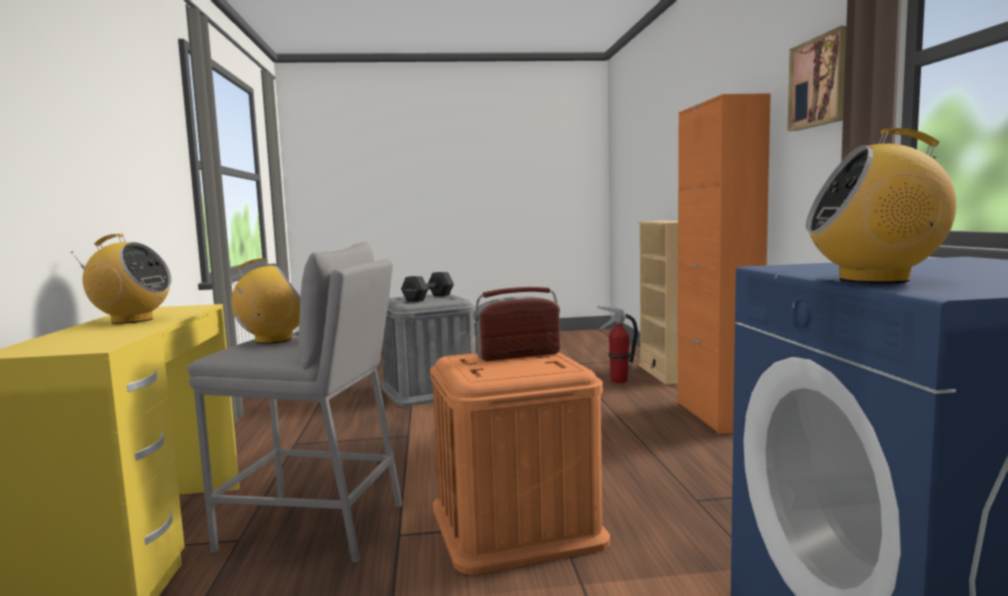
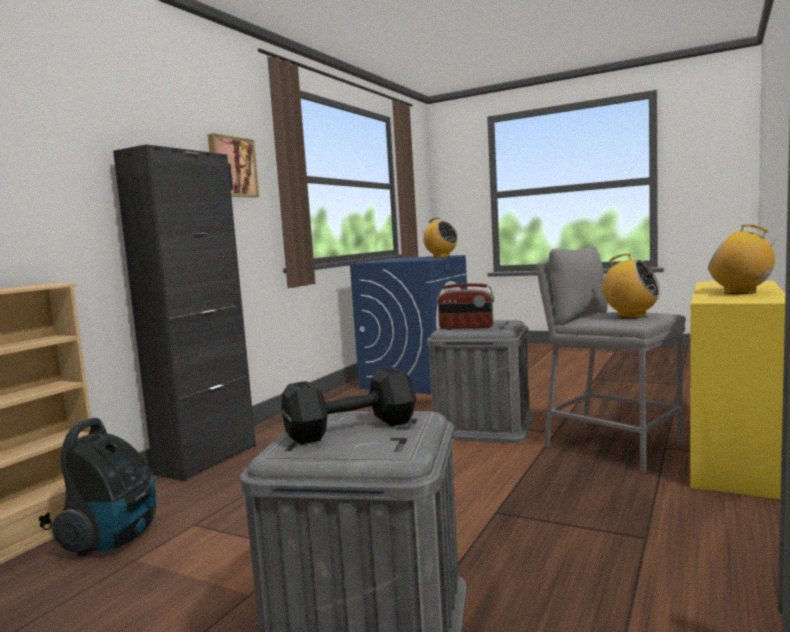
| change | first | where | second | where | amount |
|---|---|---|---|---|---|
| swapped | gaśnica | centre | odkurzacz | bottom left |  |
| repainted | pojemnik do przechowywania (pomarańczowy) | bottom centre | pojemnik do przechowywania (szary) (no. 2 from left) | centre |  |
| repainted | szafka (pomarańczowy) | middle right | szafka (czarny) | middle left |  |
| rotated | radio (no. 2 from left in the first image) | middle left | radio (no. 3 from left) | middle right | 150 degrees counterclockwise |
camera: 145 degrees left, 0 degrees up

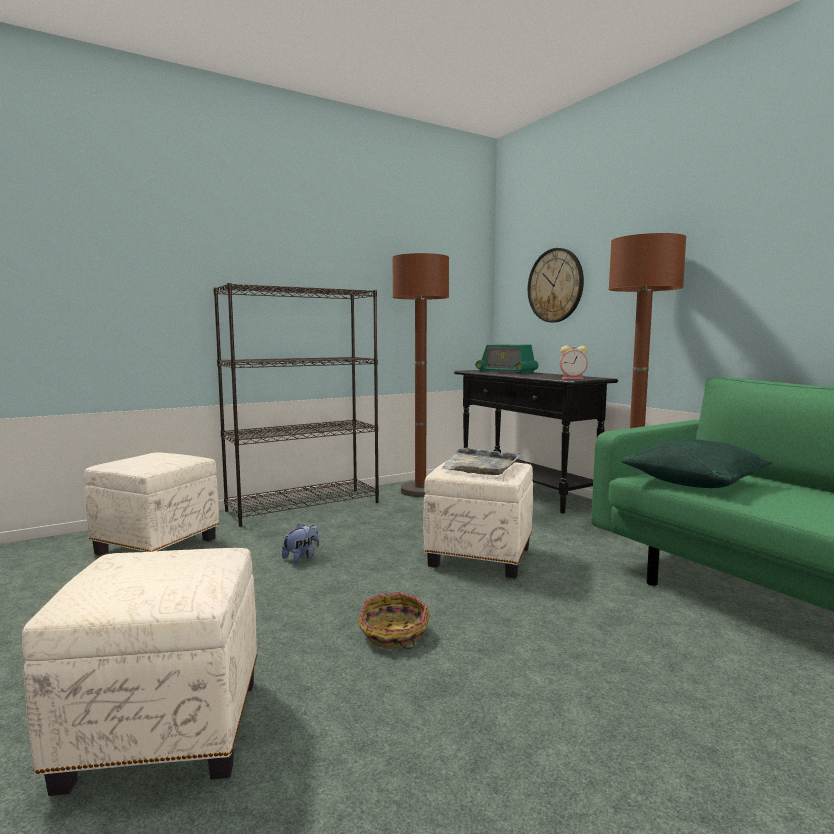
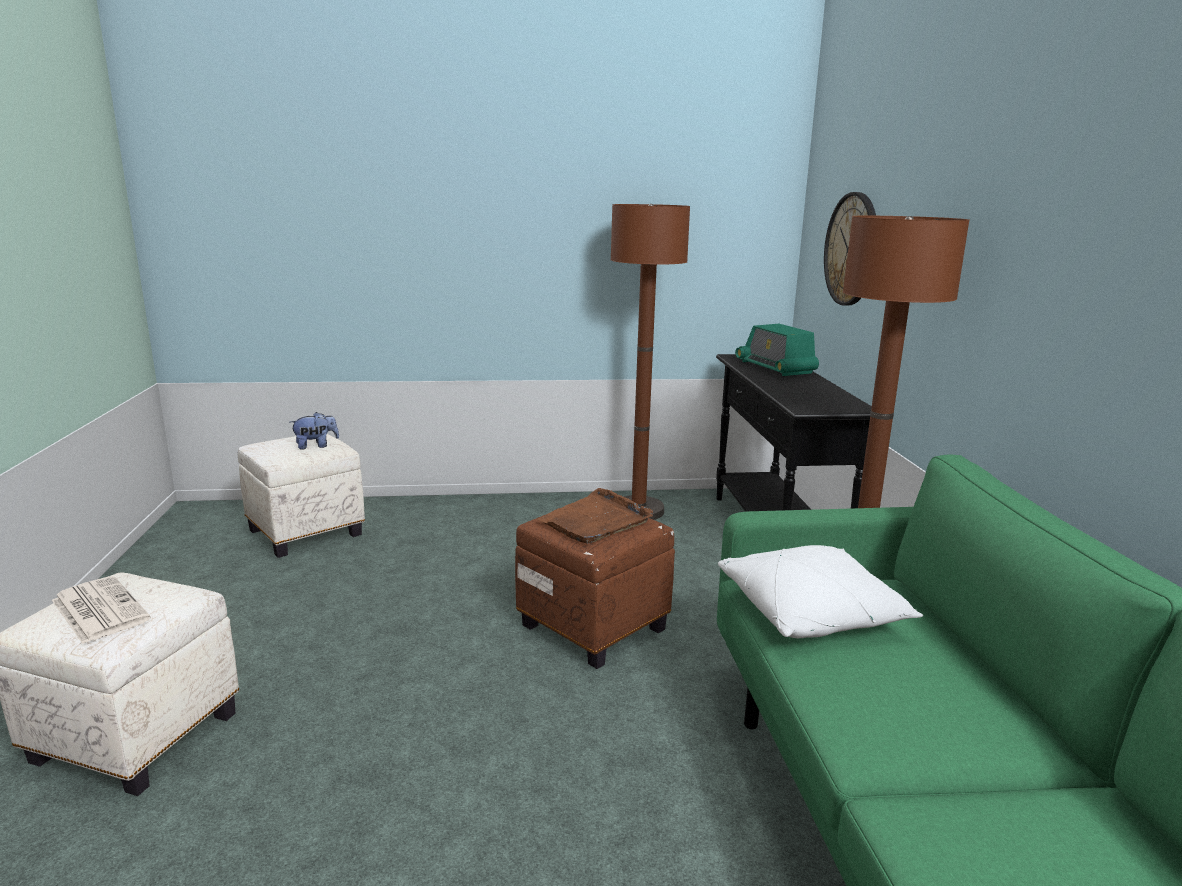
| change | first | where | second | where | amount |
|---|---|---|---|---|---|
| gone | regał (czarny) | centre |  |  |  |
| gone | koszyk | bottom centre |  |  |  |
| gone | budzik | middle right |  |  |  |
| new |  |  | gazeta | bottom left |  |
| shifted | pluszak | centre |  | middle left |  |
| repainted | pufa (biały) (no. 3 from left) | centre | pufa (brązowy) | bottom centre |  |
| repainted | taca (szary) | centre | taca (brązowy) | centre |  |
| repainted | poduszka (zielony) | middle right | poduszka (biały) | bottom right |  |
camera: 25 degrees right, 10 degrees up

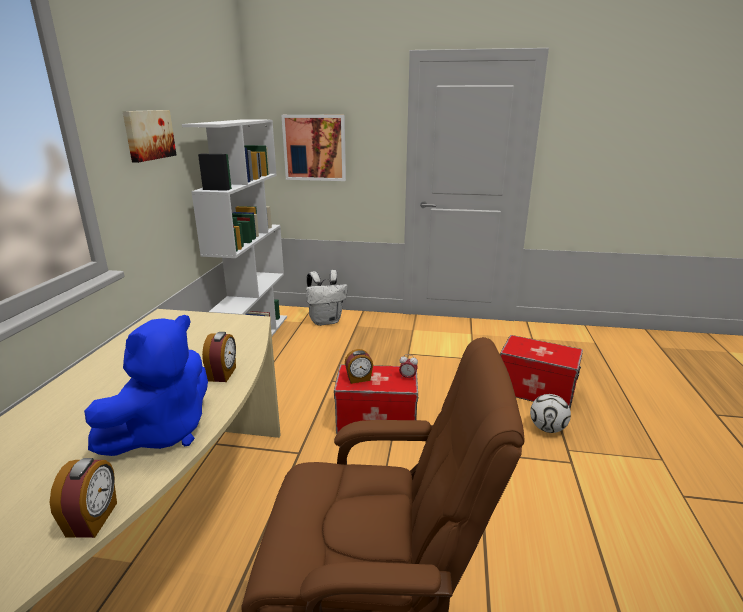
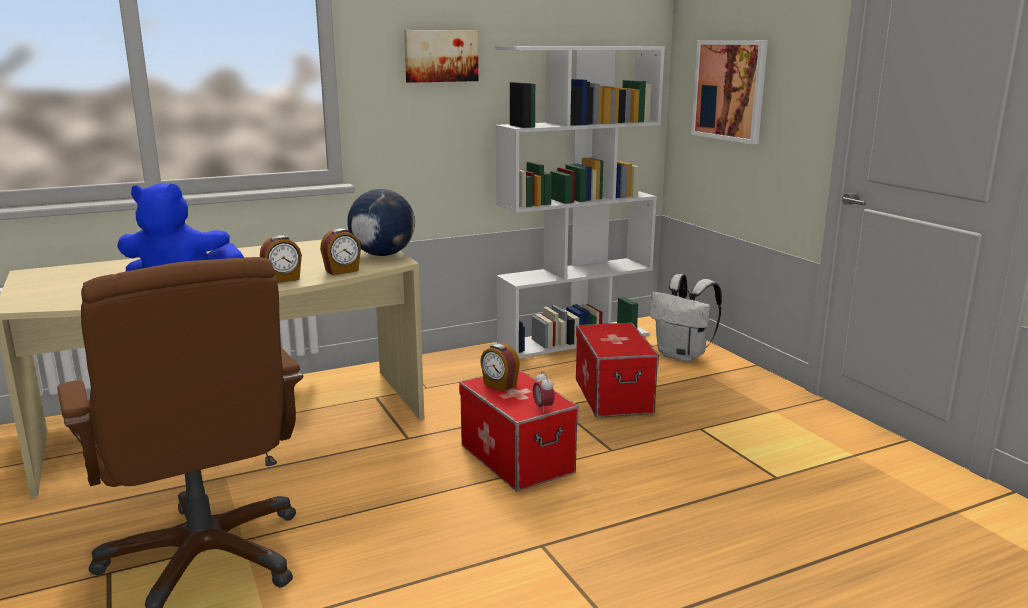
| change | first | where | second | where | amount |
|---|---|---|---|---|---|
| gone | piłka futbolowa | bottom right |  |  |  |
| new |  |  | globus | centre |  |
| shifted | budzik (no. 1 from left in the first image) | bottom left | budzik (no. 2 from left) | middle left |  |
| shifted | pojemnik do przechowywania (no. 2 from left) | middle right |  | centre |  |
camera: 55 degrees right, 5 degrees down

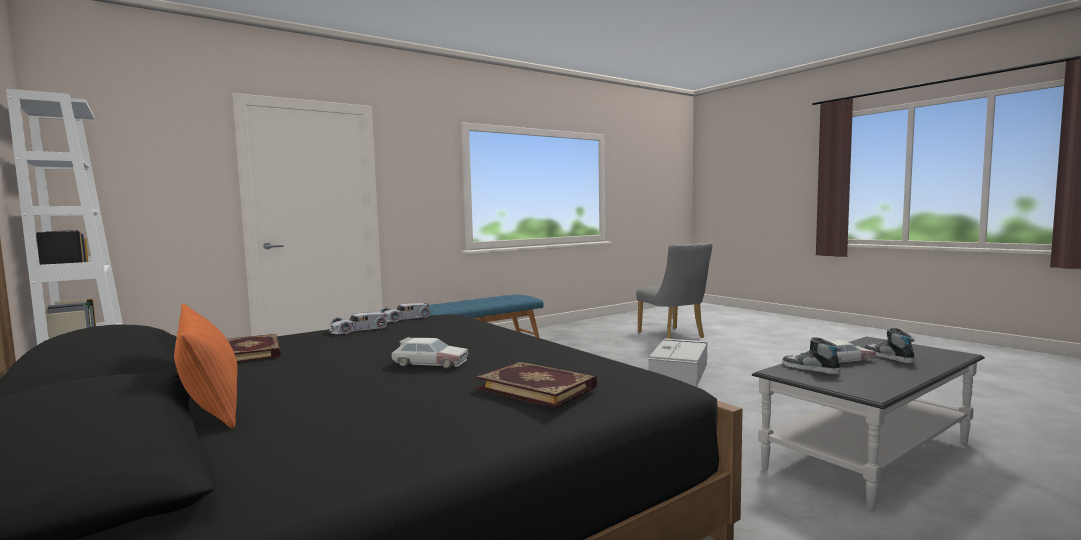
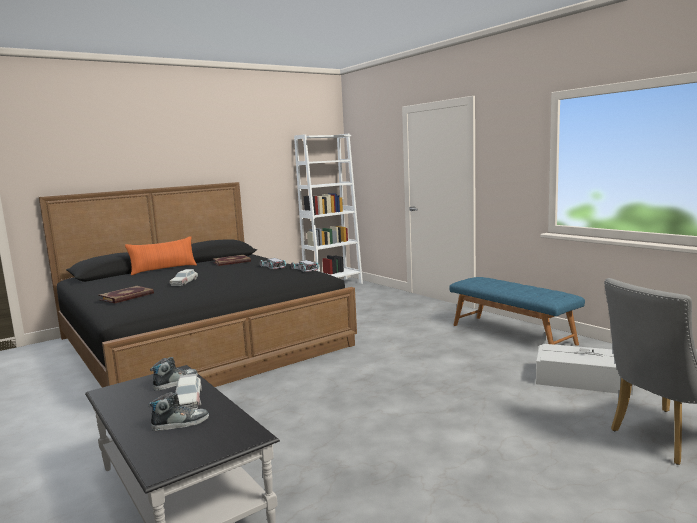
| change | first | where | second | where | amount |
|---|---|---|---|---|---|
| shifted | pojemnik do przechowywania (szary) | bottom centre |  | bottom right |  |
camera: 90 degrees right, 5 degrees up

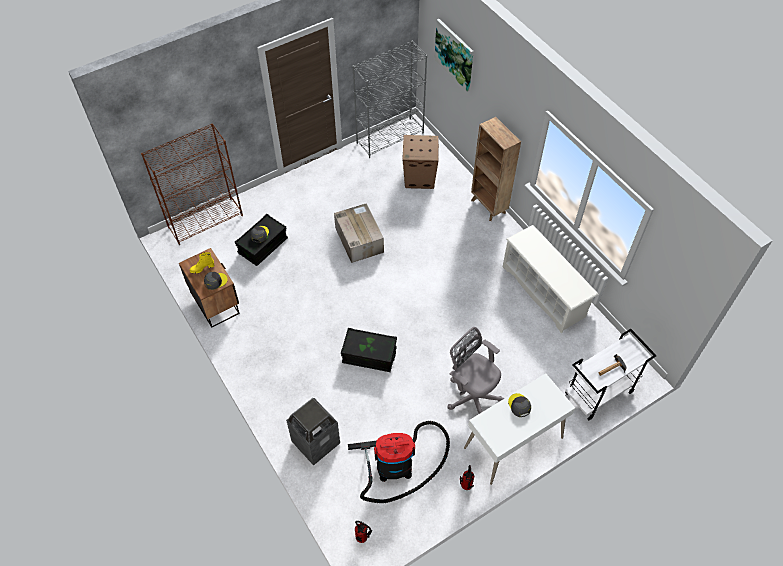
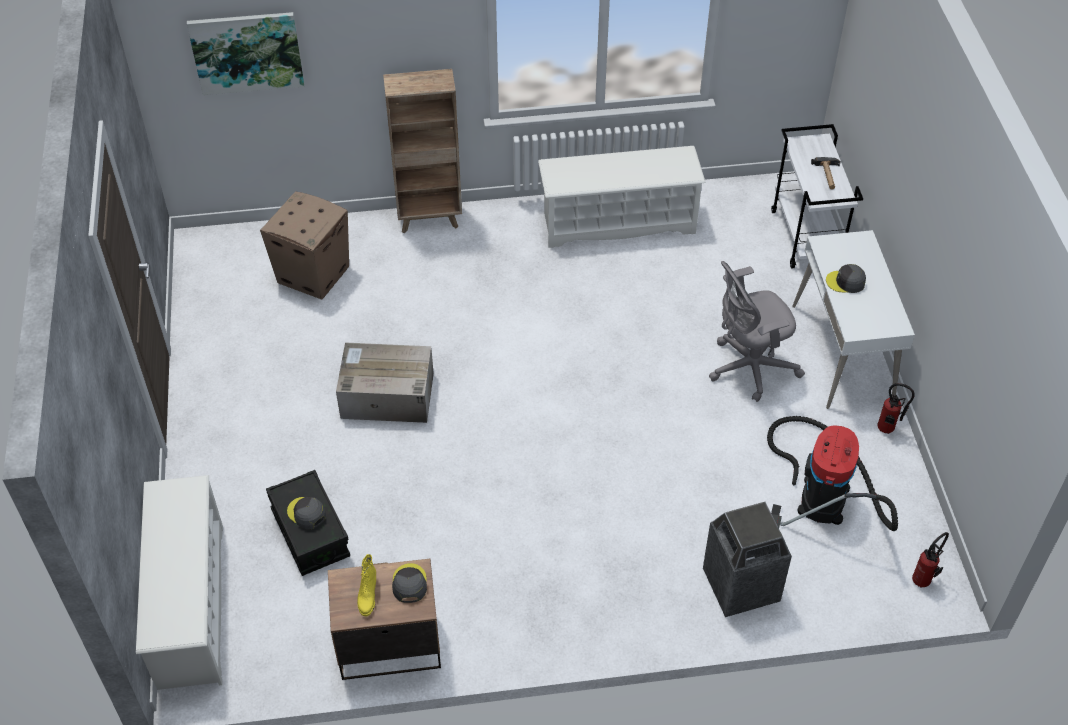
| change | first | where | second | where | amount |
|---|---|---|---|---|---|
| gone | pojemnik do przechowywania (czarny) (no. 2 from left) | centre |  |  |  |
| gone | regał (szary) | top centre |  |  |  |
| swapped | regał (brązowy) (no. 1 from left) | top left | regał na buty (biały) (no. 1 from left) | bottom left |  |
camera: 65 degrees left, 5 degrees down

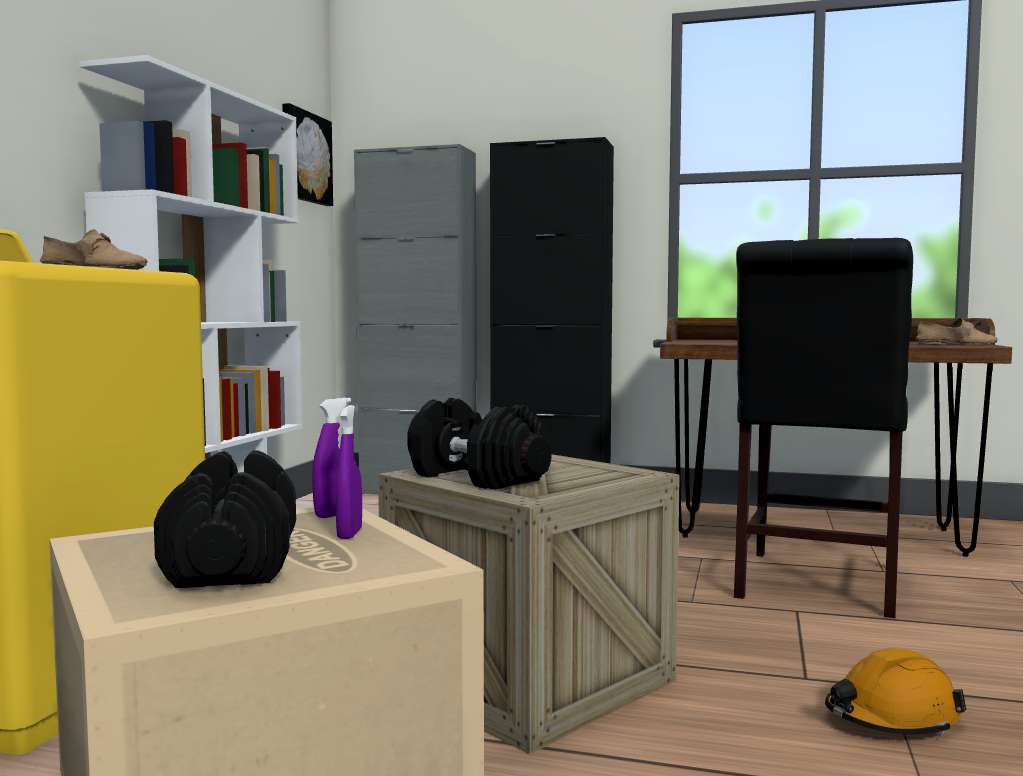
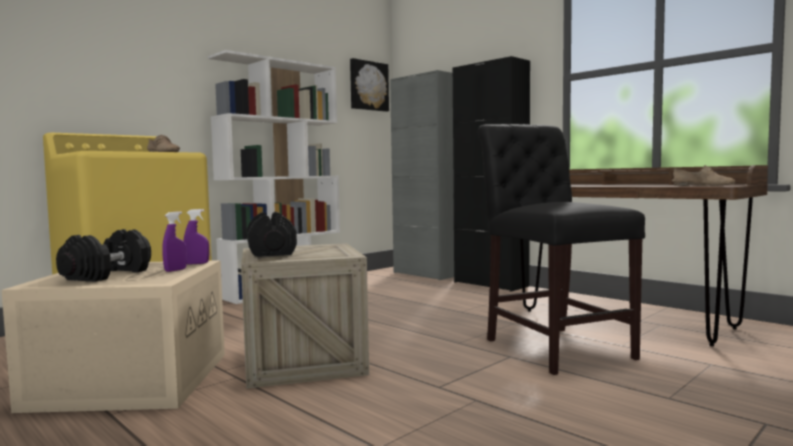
| change | first | where | second | where | amount |
|---|---|---|---|---|---|
| gone | kask (pomarańczowy) | bottom right |  |  |  |
| rotated | krzesło (czarny) | middle right |  | middle right | 105 degrees clockwise |
camera: 30 degrees right, 0 degrees up

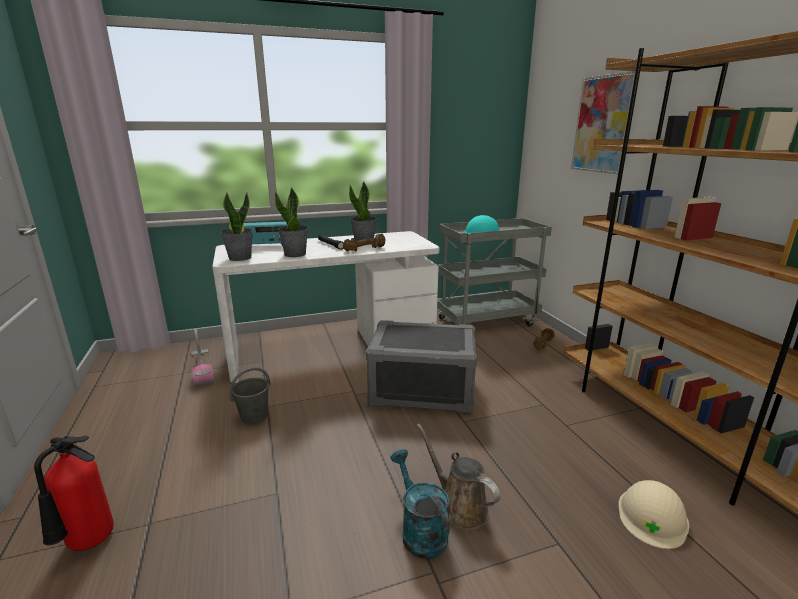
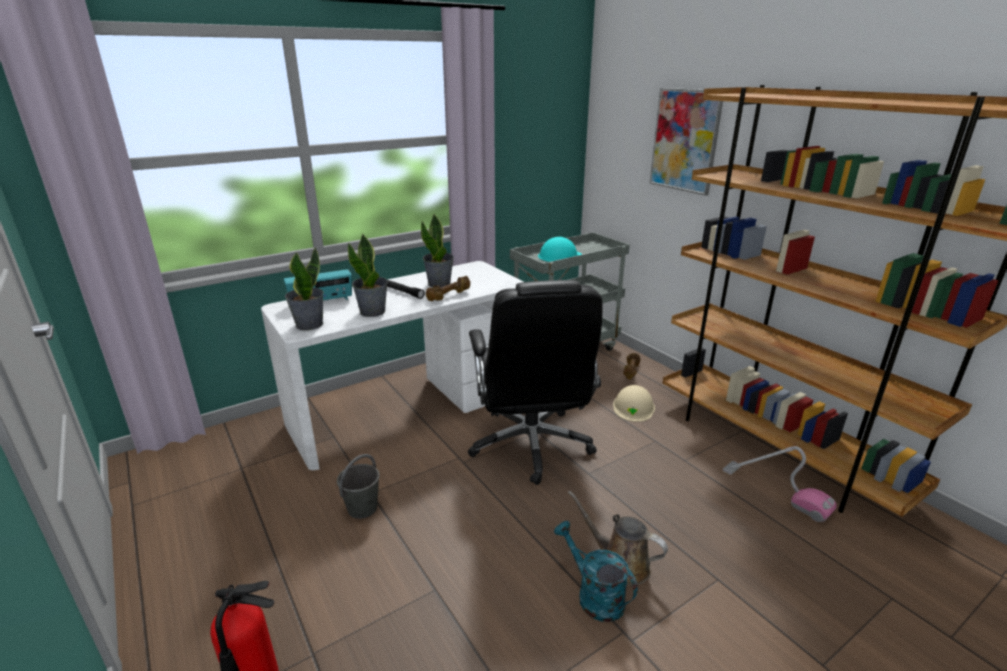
| change | first | where | second | where | amount |
|---|---|---|---|---|---|
| shifted | odkurzacz | middle left |  | bottom right |  |
| shifted | kask (beżowy) | bottom right |  | centre |  |
| swapped | pojemnik do przechowywania (szary) | centre | krzesło biurowe (czarny) | centre |  |
camera: 15 degrees left, 5 degrees up

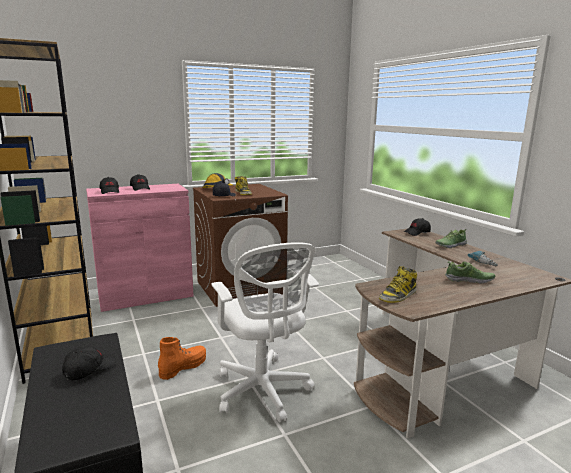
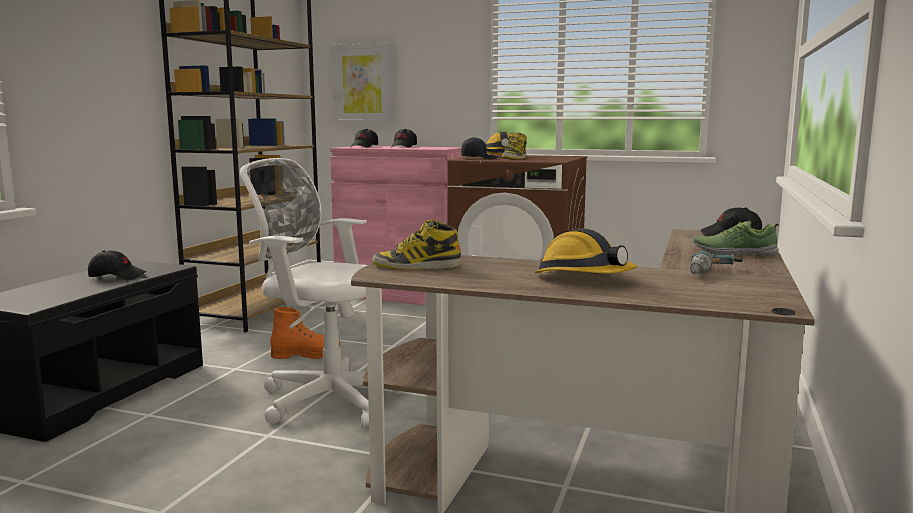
| change | first | where | second | where | amount |
|---|---|---|---|---|---|
| new |  |  | obraz | top centre |  |
| swapped | but (no. 2 from left) | middle right | kask (no. 2 from left) | centre |  |
| rotated | krzesło biurowe (biały) | bottom centre |  | centre | 90 degrees clockwise |
camera: 45 degrees right, 5 degrees down

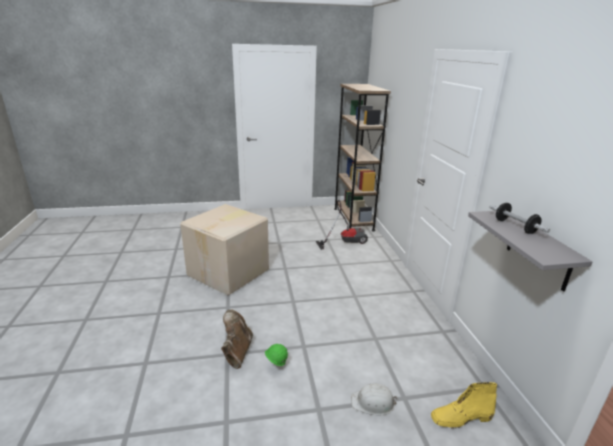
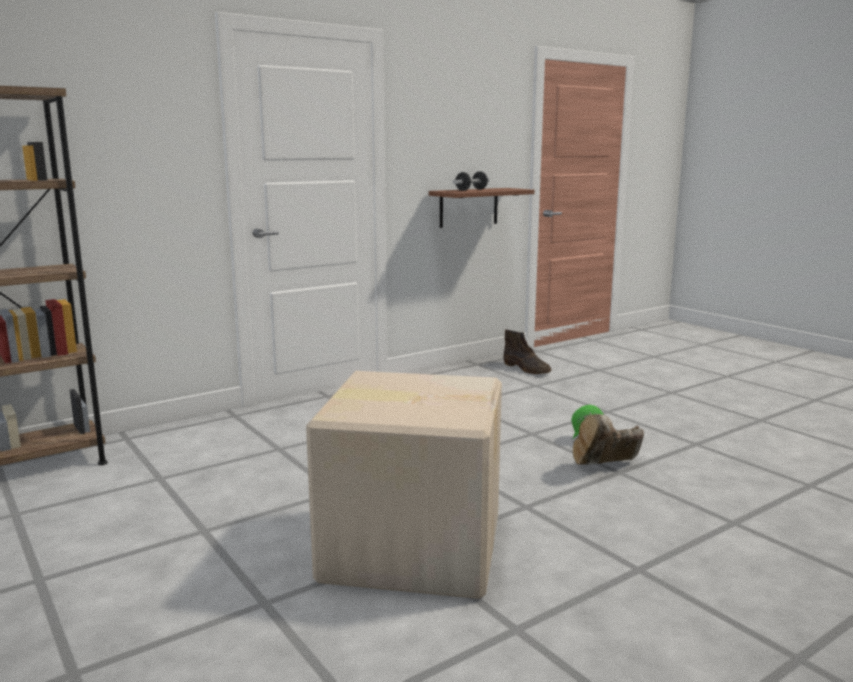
| change | first | where | second | where | amount |
|---|---|---|---|---|---|
| gone | odkurzacz | centre |  |  |  |
| gone | kask (biały) | bottom centre |  |  |  |
| repainted | but z cholewką (żółty) | bottom right | but z cholewką (brązowy) (no. 1 from left) | centre |  |
| repainted | półka (szary) | middle right | półka (brązowy) | top centre |  |
camera: 115 degrees left, 10 degrees down

